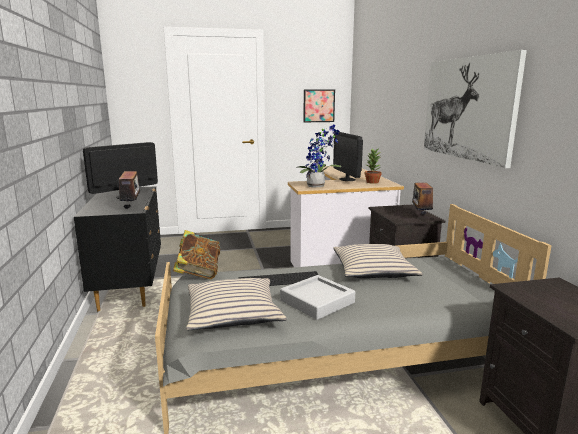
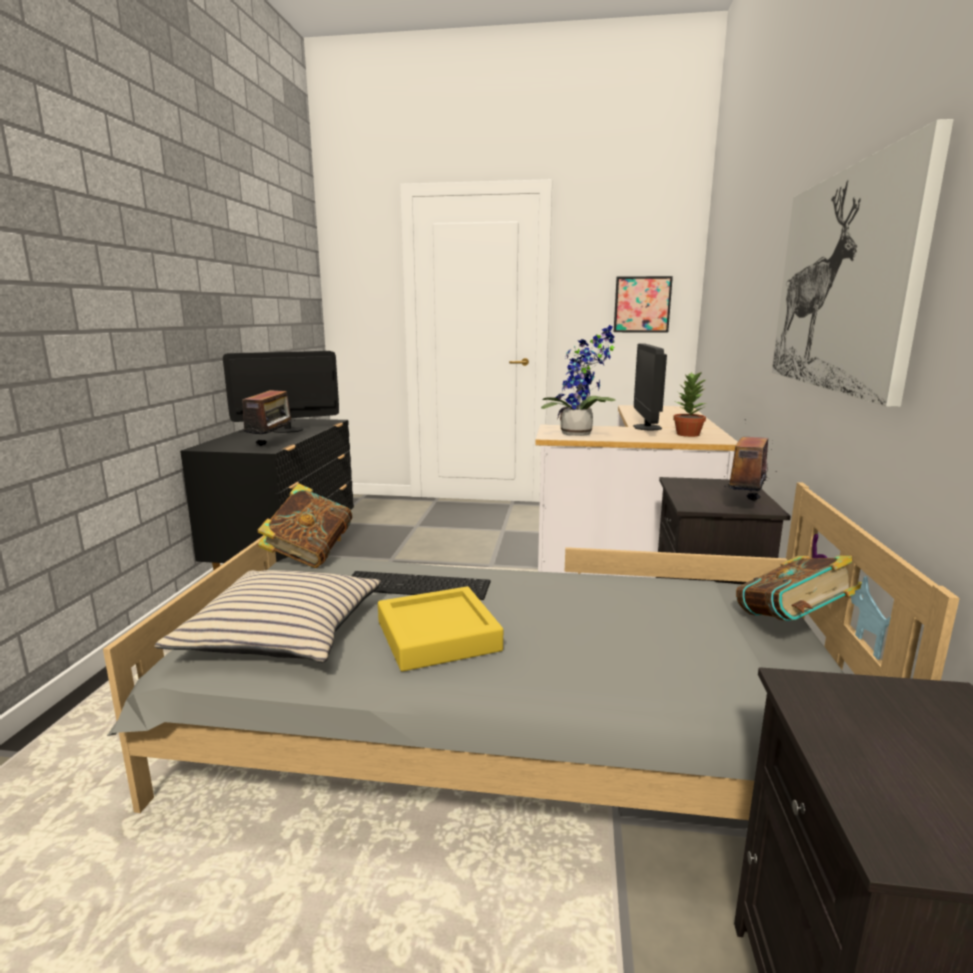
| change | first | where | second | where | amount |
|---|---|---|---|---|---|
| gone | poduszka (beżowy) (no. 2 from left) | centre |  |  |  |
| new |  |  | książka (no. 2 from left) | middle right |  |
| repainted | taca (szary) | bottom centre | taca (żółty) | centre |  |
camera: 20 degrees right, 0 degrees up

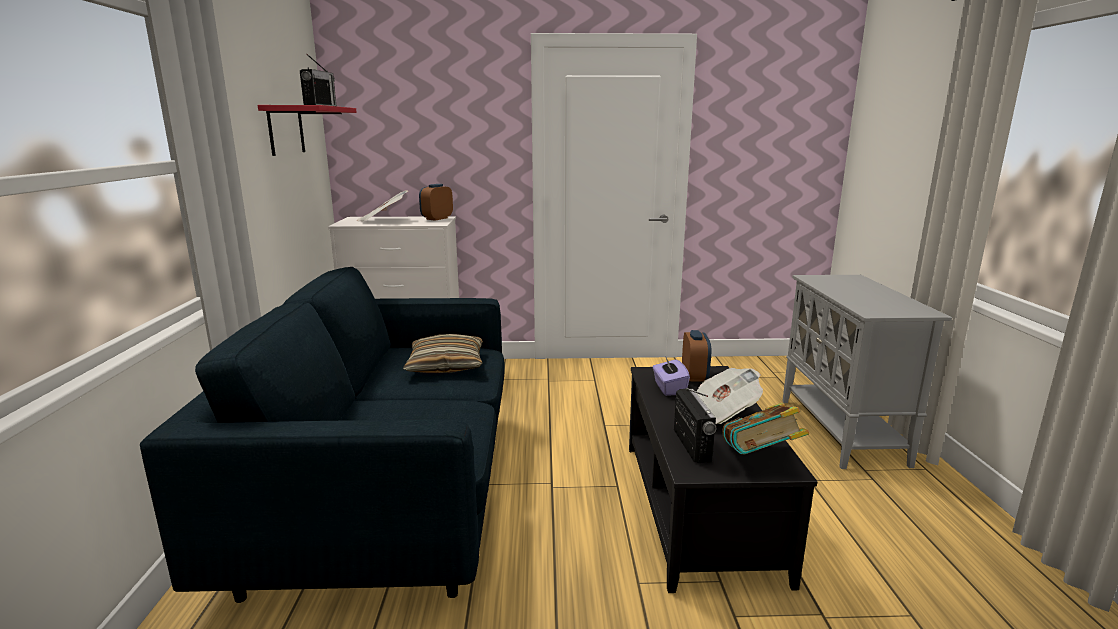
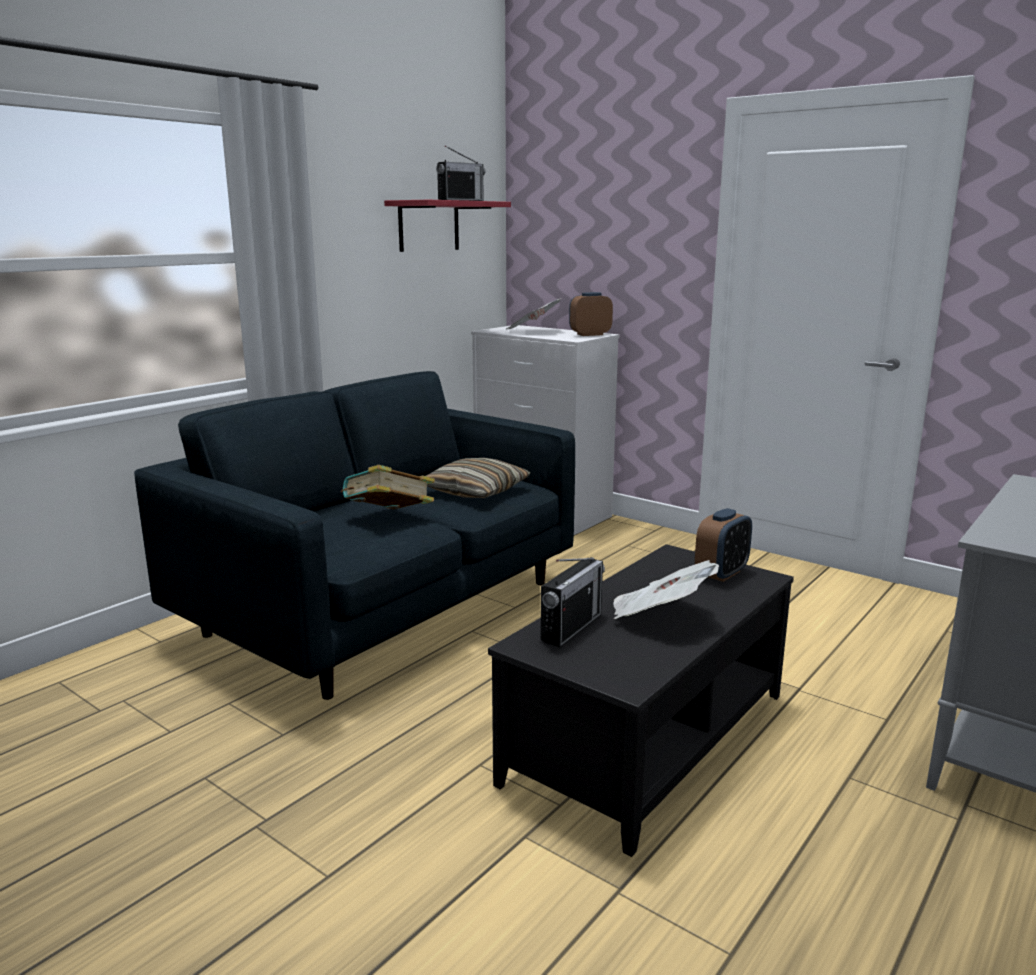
| change | first | where | second | where | amount |
|---|---|---|---|---|---|
| gone | pudełko chusteczek (fioletowy) | centre |  |  |  |
| shifted | książka | bottom right |  | centre |  |
camera: 40 degrees right, 0 degrees up

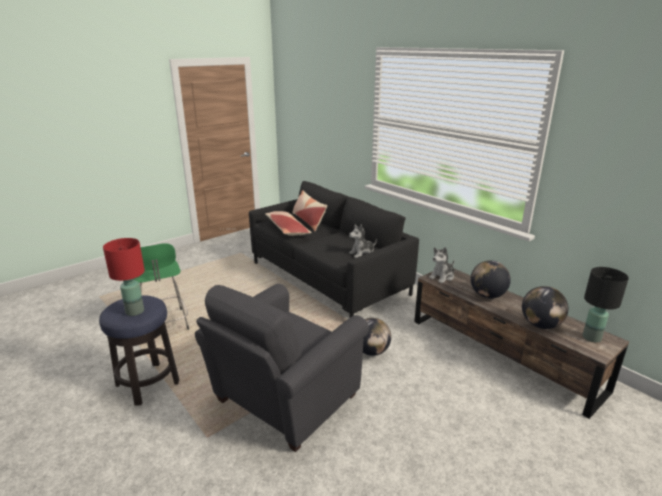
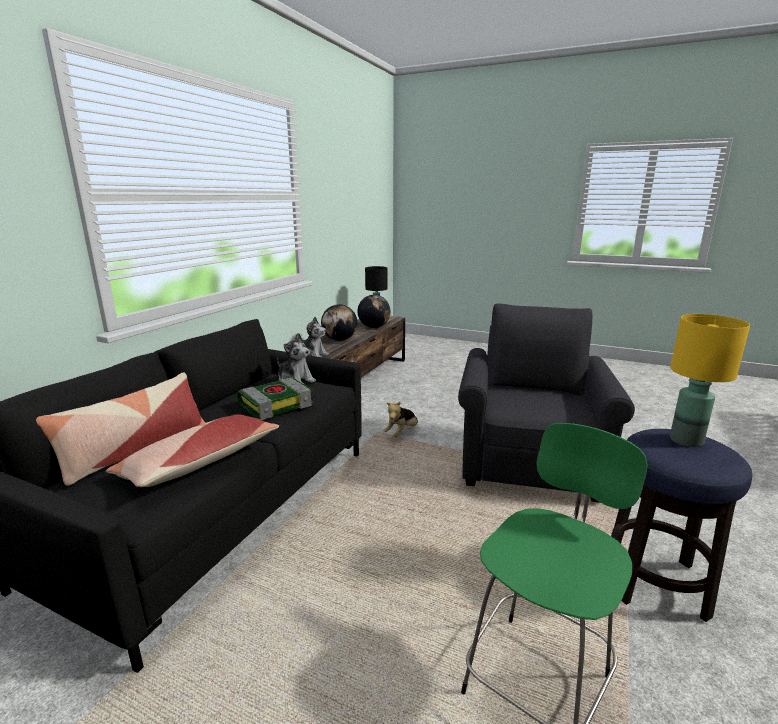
| change | first | where | second | where | amount |
|---|---|---|---|---|---|
| new |  |  | książka | centre |  |
| swapped | globus (no. 1 from left) | bottom centre | pluszak (no. 3 from left) | centre |  |
| repainted | lampa stołowa (czerwony) | middle left | lampa stołowa (żółty) | middle right |  |
| rotated | fotel (szary) | bottom centre |  | middle right | 90 degrees counterclockwise |
camera: 115 degrees left, 5 degrees down

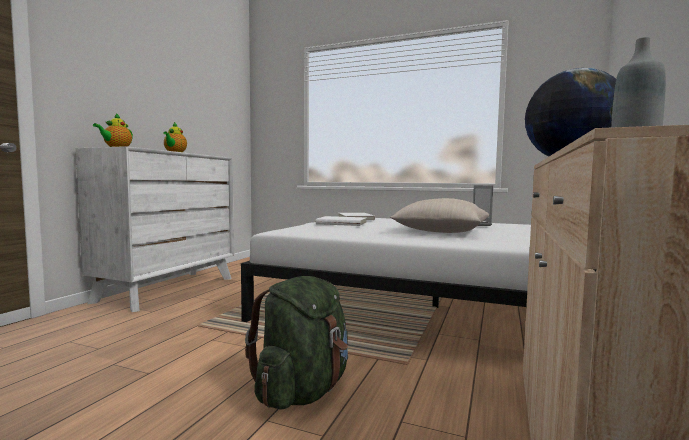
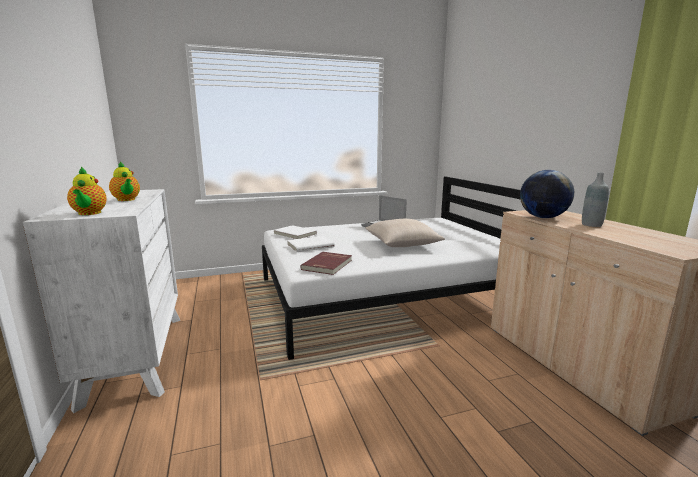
| change | first | where | second | where | amount |
|---|---|---|---|---|---|
| gone | plecak (zielony) | bottom centre |  |  |  |
| new |  |  | książka (czerwony) | centre |  |
camera: 40 degrees left, 10 degrees up

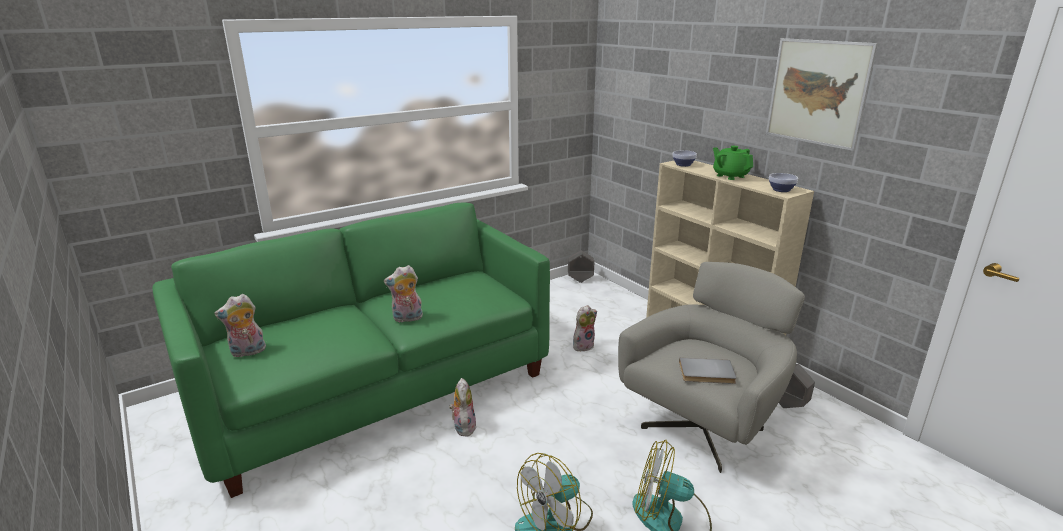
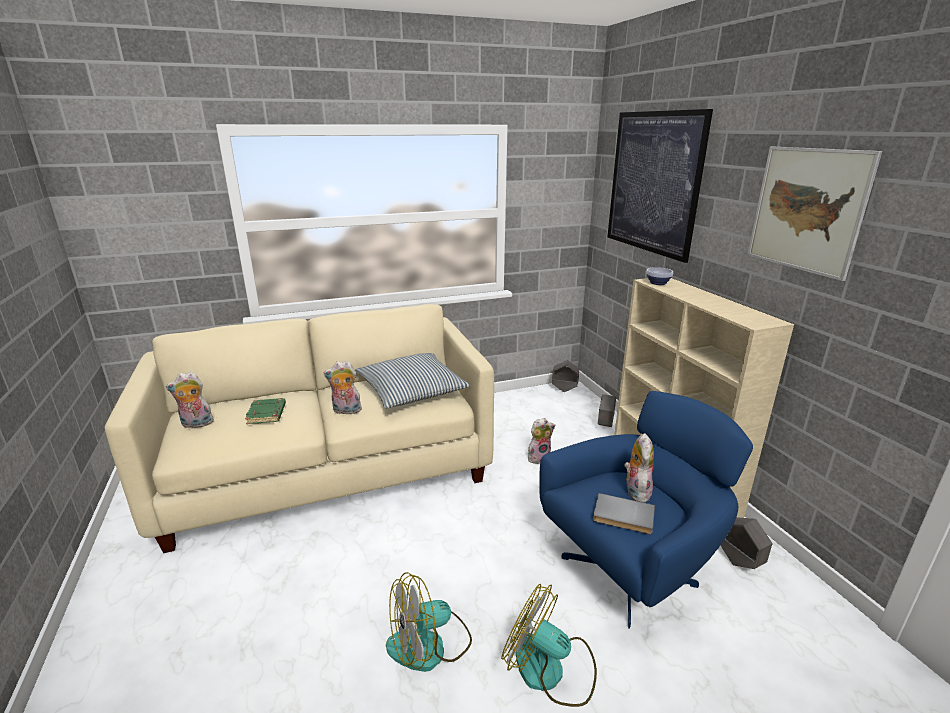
| change | first | where | second | where | amount |
|---|---|---|---|---|---|
| gone | imbryk (zielony) | top right |  |  |  |
| gone | miska (no. 2 from left) | middle right |  |  |  |
| new |  |  | książka (zielony) | middle left |  |
| new |  |  | poduszka | centre |  |
| new |  |  | donica (szary) (no. 2 from left) | centre |  |
| new |  |  | obraz (no. 1 from left) | top right |  |
| shifted | pluszak (no. 3 from left in the first image) | bottom centre | pluszak (no. 4 from left) | middle right |  |
| repainted | kanapa (zielony) | middle left | kanapa (beżowy) | middle left |  |
| repainted | fotel (szary) | bottom right | fotel (niebieski) | bottom right |  |
camera: 15 degrees right, 0 degrees up

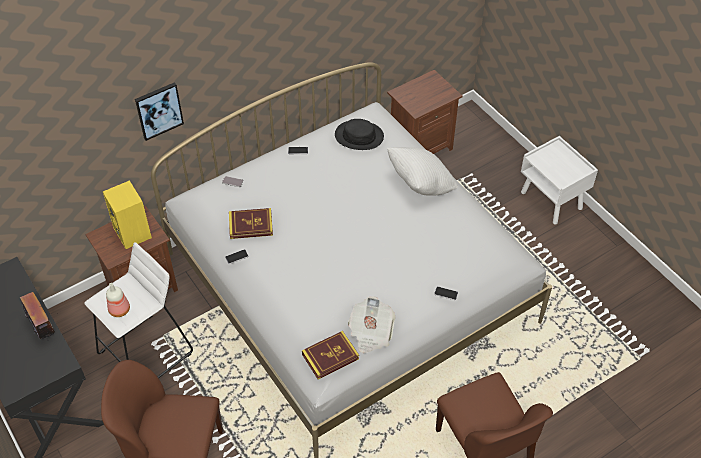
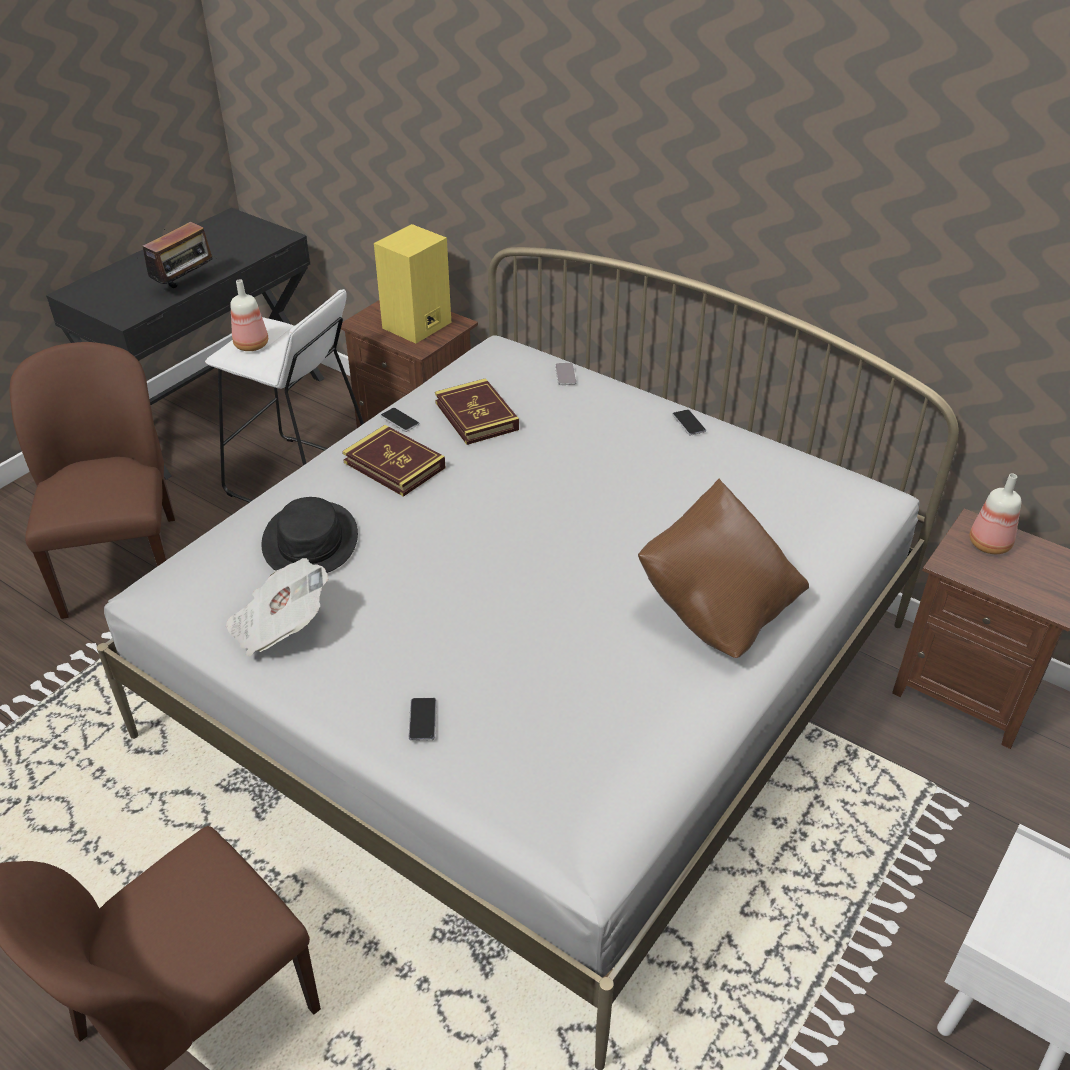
| change | first | where | second | where | amount |
|---|---|---|---|---|---|
| gone | obraz | top left |  |  |  |
| new |  |  | butelka (no. 2 from left) | middle right |  |
| shifted | książka (no. 2 from left in the first image) | bottom centre | książka (no. 1 from left) | centre |  |
| shifted | kapelusz (czarny) | top centre |  | middle left |  |
| repainted | poduszka (biały) | centre | poduszka (brązowy) | middle right |  |
camera: 70 degrees right, 10 degrees down

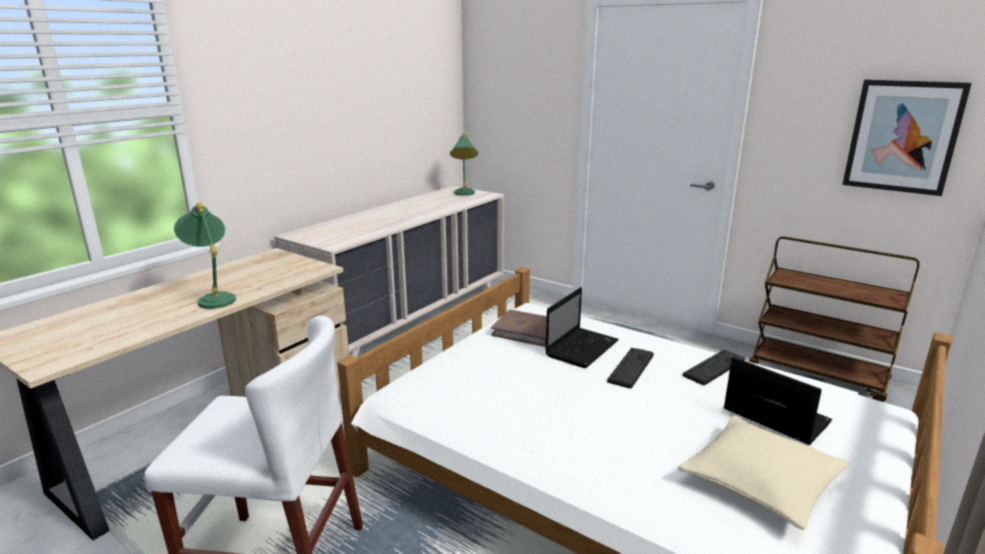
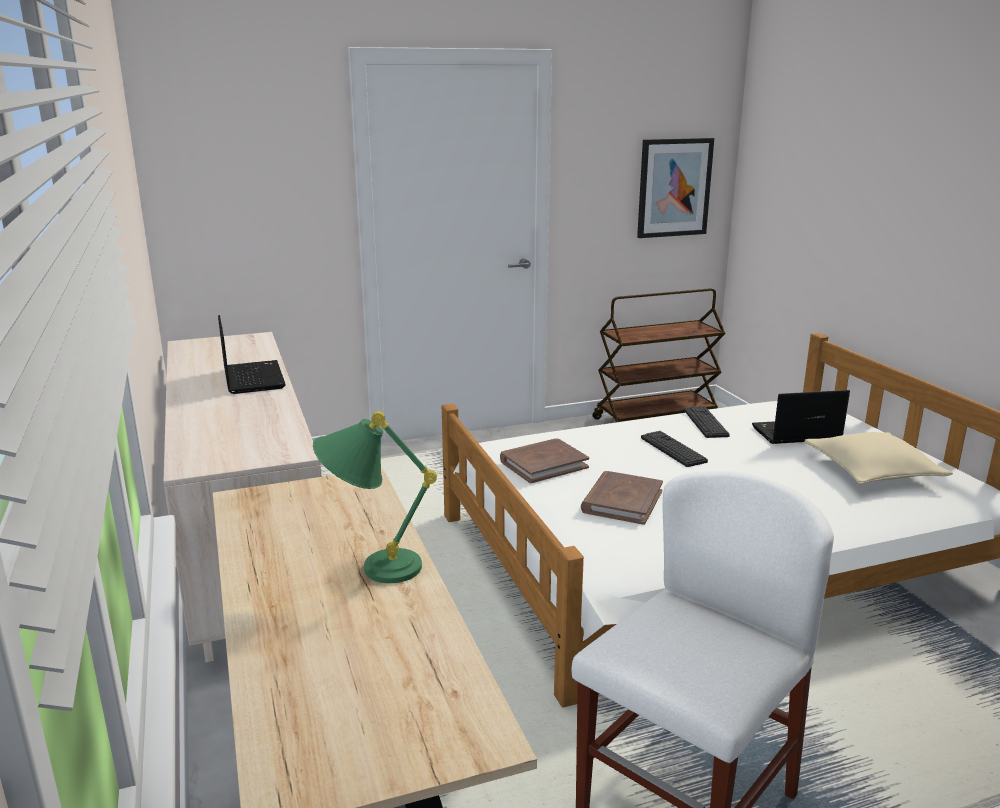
| change | first | where | second | where | amount |
|---|---|---|---|---|---|
| gone | lampa stołowa (zielony) (no. 2 from left) | top centre |  |  |  |
| new |  |  | książka (brązowy) (no. 2 from left) | centre |  |
| shifted | laptop (no. 1 from left) | centre |  | middle left |  |
camera: 55 degrees left, 0 degrees up

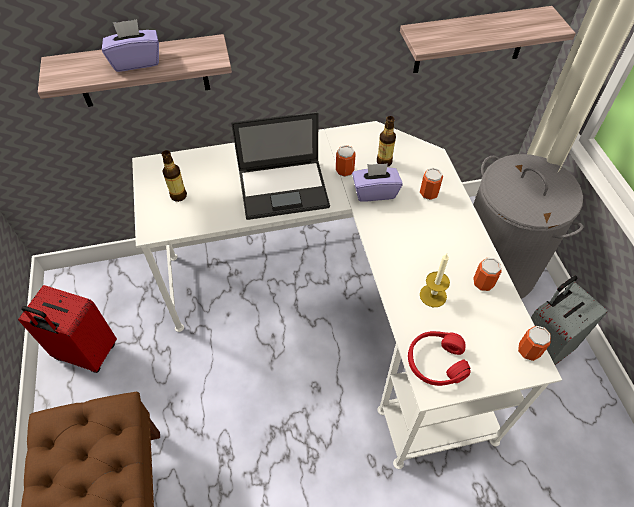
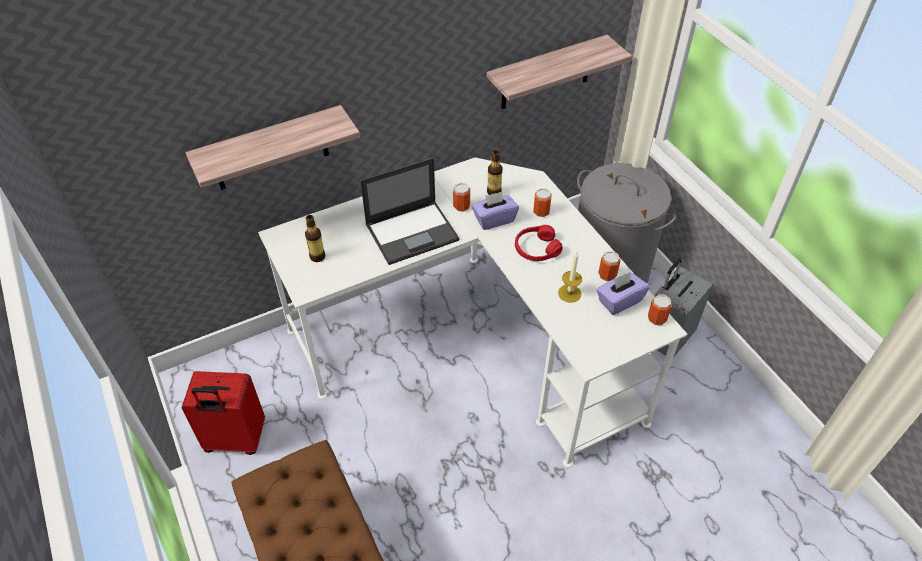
| change | first | where | second | where | amount |
|---|---|---|---|---|---|
| shifted | pudełko chusteczek (fioletowy) (no. 1 from left in the first image) | top left | pudełko chusteczek (fioletowy) (no. 2 from left) | middle right |  |
| shifted | słuchawki (czerwony) | bottom right |  | centre |  |
camera: 15 degrees left, 5 degrees down

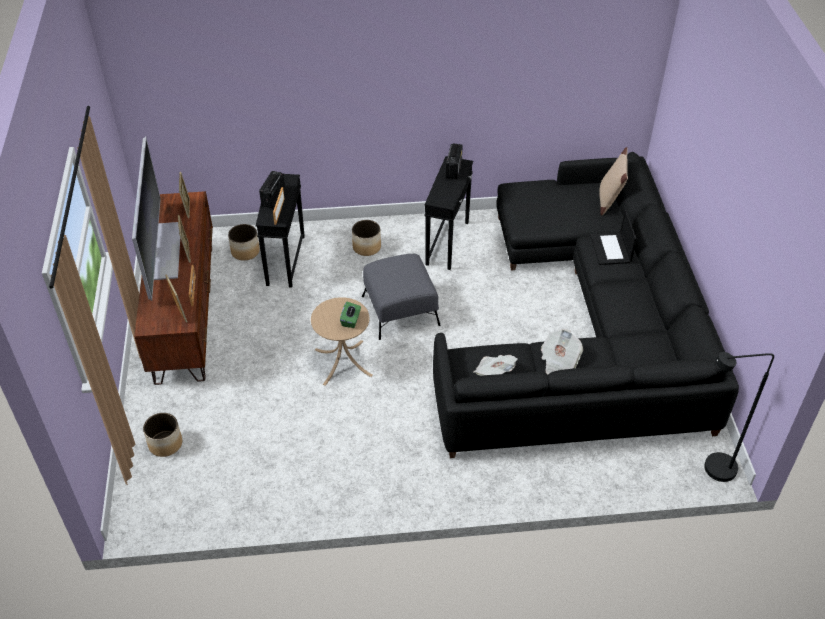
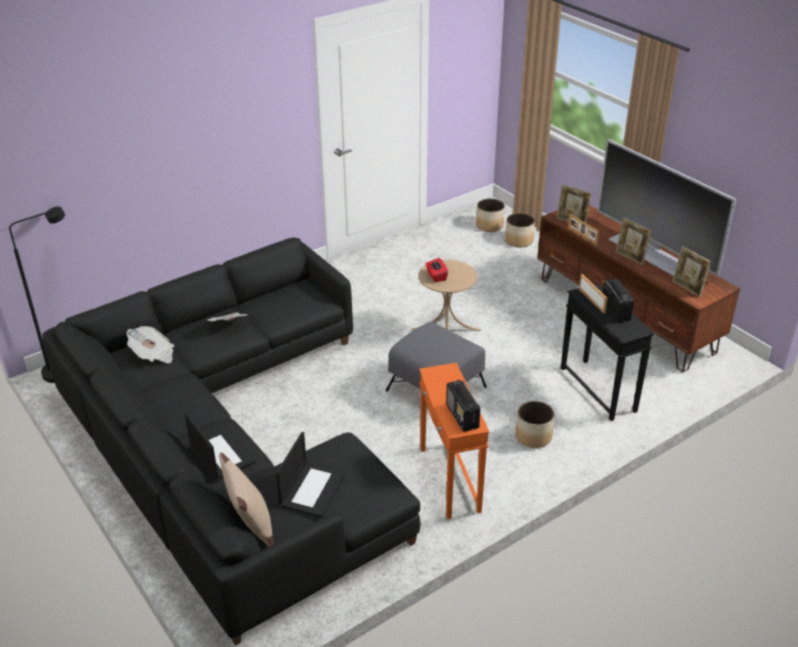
| change | first | where | second | where | amount |
|---|---|---|---|---|---|
| new |  |  | laptop (no. 2 from left) | bottom centre |  |
| shifted | donica (no. 2 from left in the first image) | middle left | donica (no. 1 from left) | top centre |  |
| shifted | gazeta (no. 1 from left) | centre |  | middle left |  |
| repainted | pudełko chusteczek (zielony) | centre | pudełko chusteczek (czerwony) | centre |  |
| repainted | stolik (czarny) (no. 2 from left) | centre | stolik (pomarańczowy) | bottom centre |  |
camera: 150 degrees right, 10 degrees down

